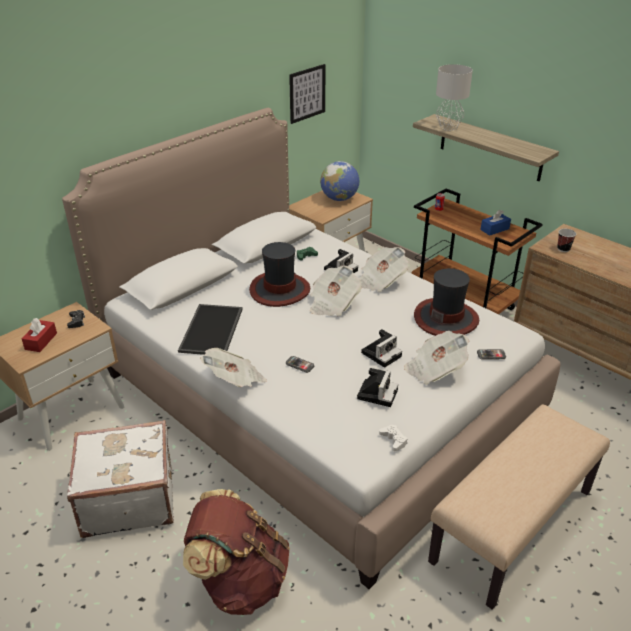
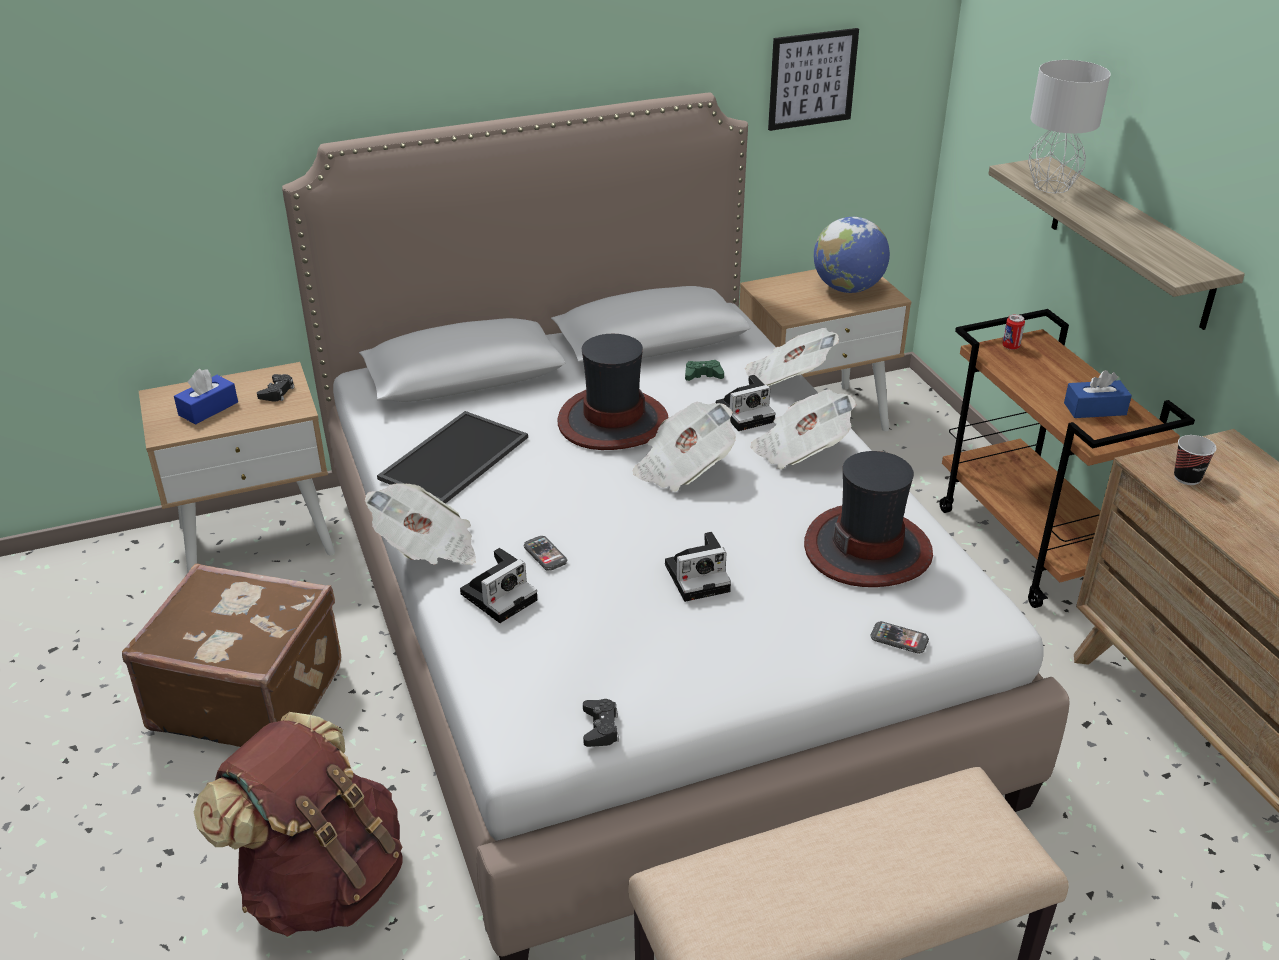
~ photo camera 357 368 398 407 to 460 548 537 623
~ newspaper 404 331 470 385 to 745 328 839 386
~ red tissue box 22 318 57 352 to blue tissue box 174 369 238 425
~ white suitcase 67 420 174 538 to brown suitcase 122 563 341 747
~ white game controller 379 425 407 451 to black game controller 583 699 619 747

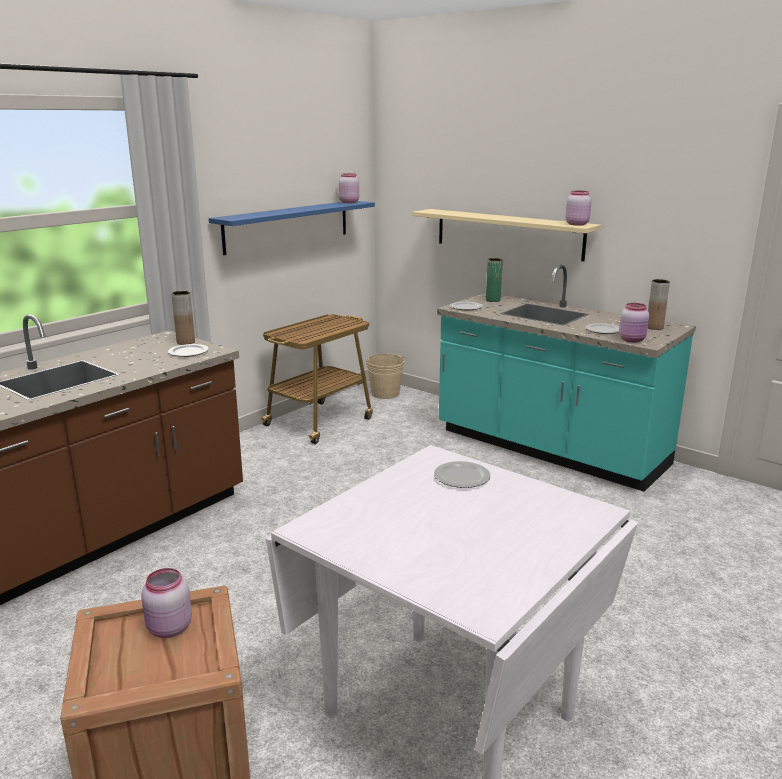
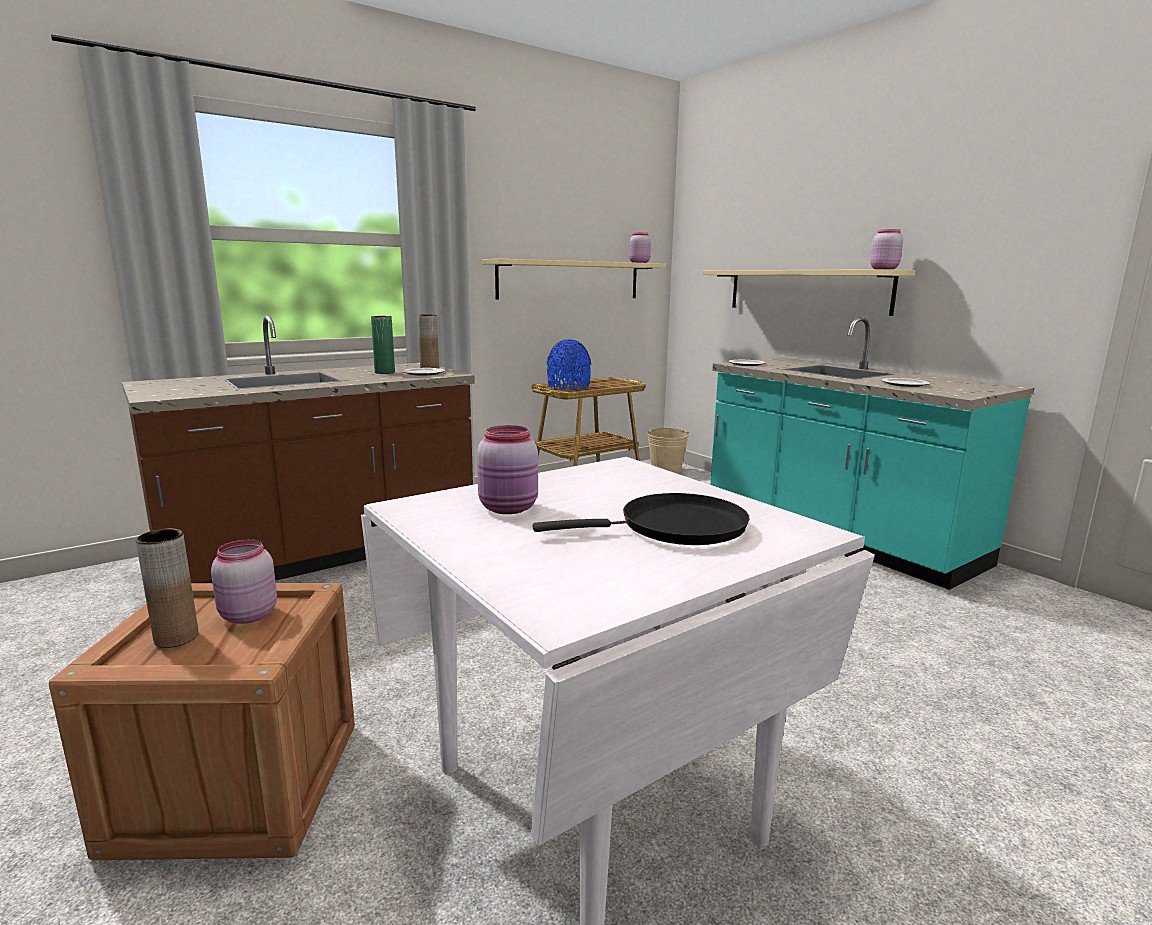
- plate 434 461 491 488
+ black frying pan 533 493 750 545
+ blue vase 546 339 591 390
~ green vase 486 258 503 302 to 371 316 395 374
~ pink jar 619 303 649 343 to 477 425 538 514
~ brown vase 648 279 670 330 to 136 529 199 648
~ blue shelf 209 201 375 255 to beige shelf 482 259 666 300

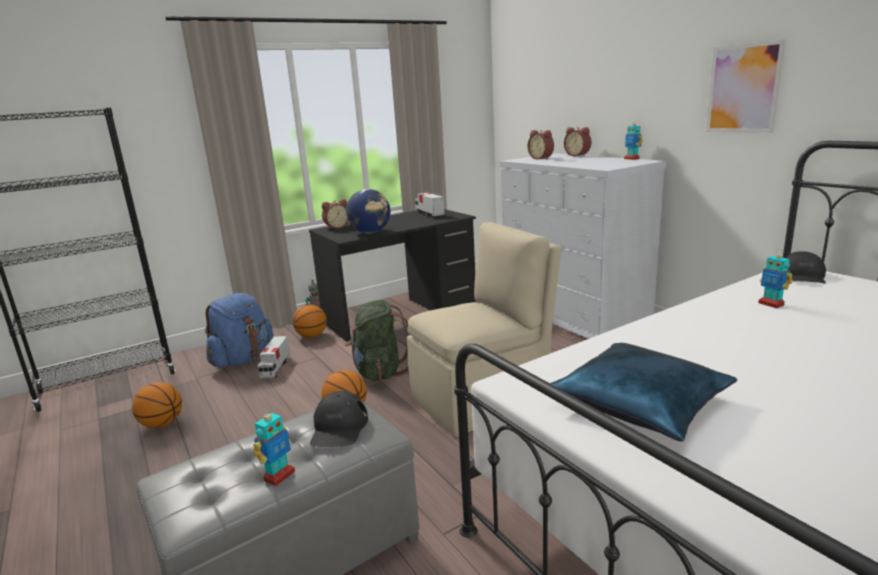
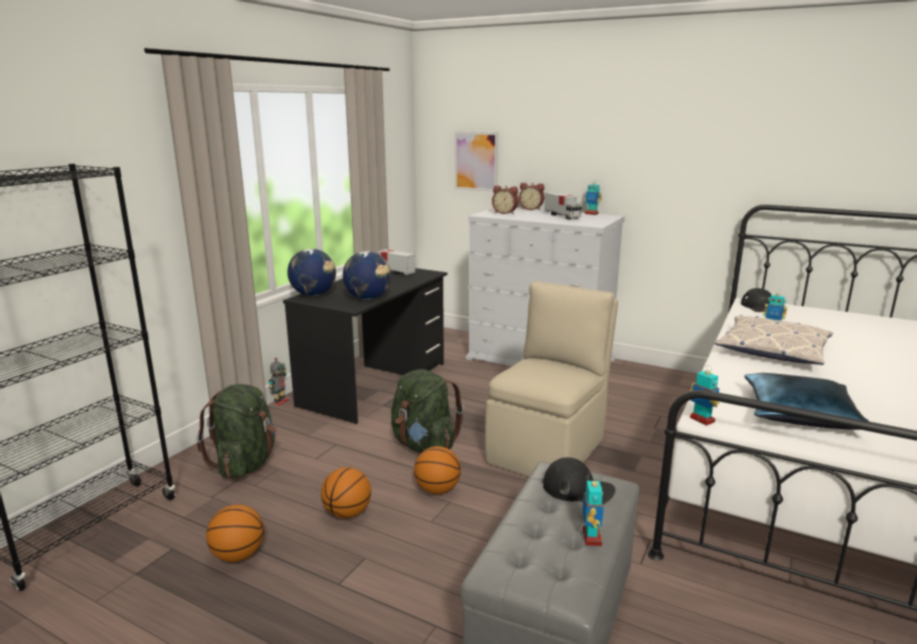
+ toy robot 690 365 719 426
+ pillow 714 315 833 365
~ toy truck 258 336 290 379 to 544 192 582 219
~ basketball 293 305 327 338 to 321 467 371 519
~ picture 706 39 786 133 to 454 131 498 192
~ alarm clock 322 199 348 230 to globe 287 249 336 296
~ blue backpack 205 293 274 367 to green backpack 196 384 277 478
~ black cap 310 391 368 447 = 543 458 615 504 45 degrees counterclockwise

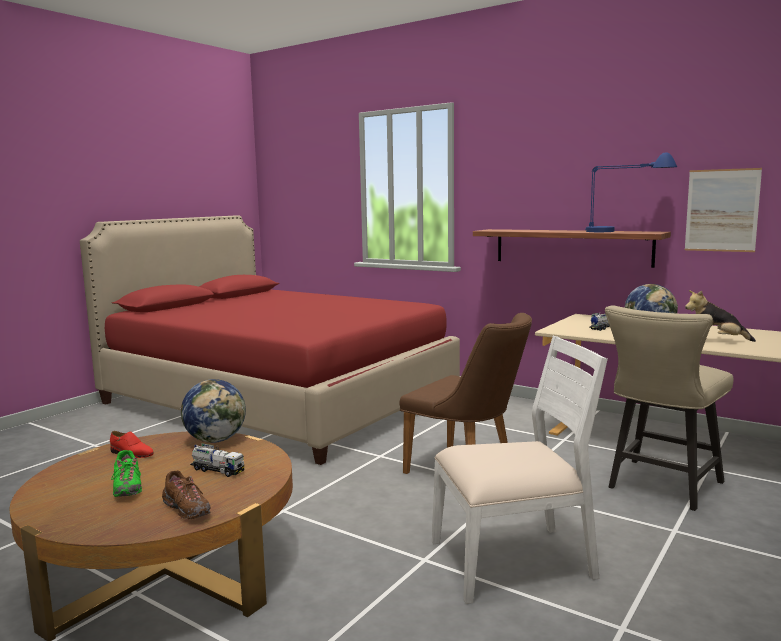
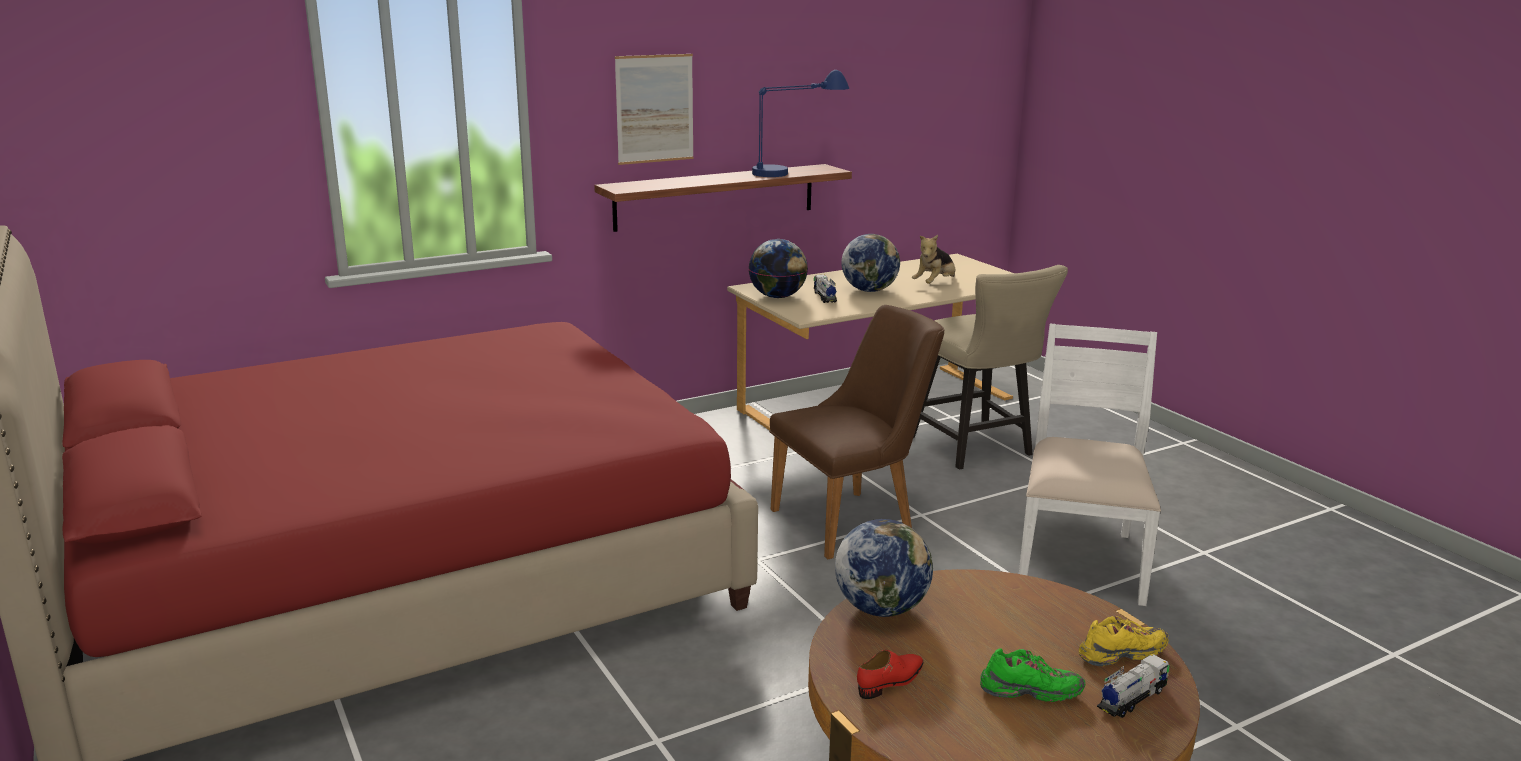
+ globe 748 239 808 298
~ toy truck 190 443 244 477 to 1097 654 1170 718
~ picture 685 168 762 252 to 615 54 694 165
~ brown shoe 162 470 211 519 to yellow shoe 1079 616 1169 666

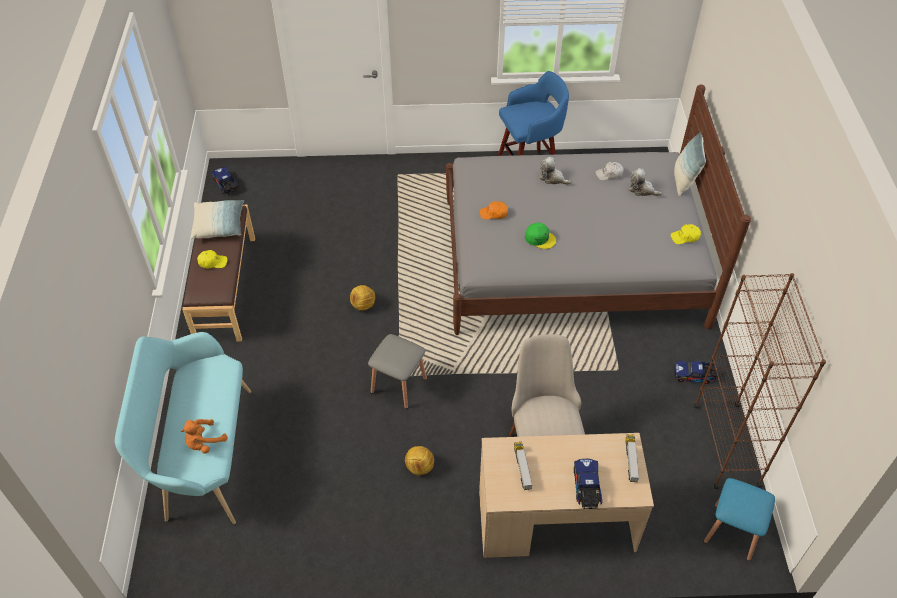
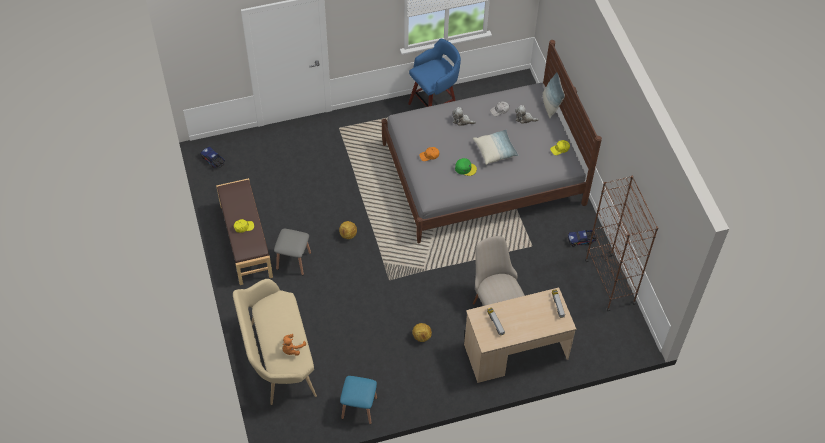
- toy truck 574 459 603 509
~ pillow 191 200 244 239 to 473 130 519 165
~ grey stool 368 334 427 409 to 274 229 311 275
~ blue stool 703 478 775 561 to 340 376 377 424
~ turquoise bench 115 332 251 524 to beige bench 233 279 317 405

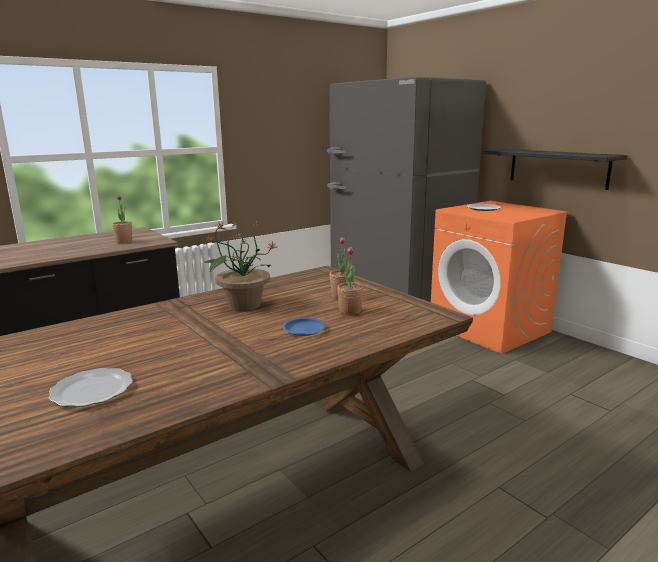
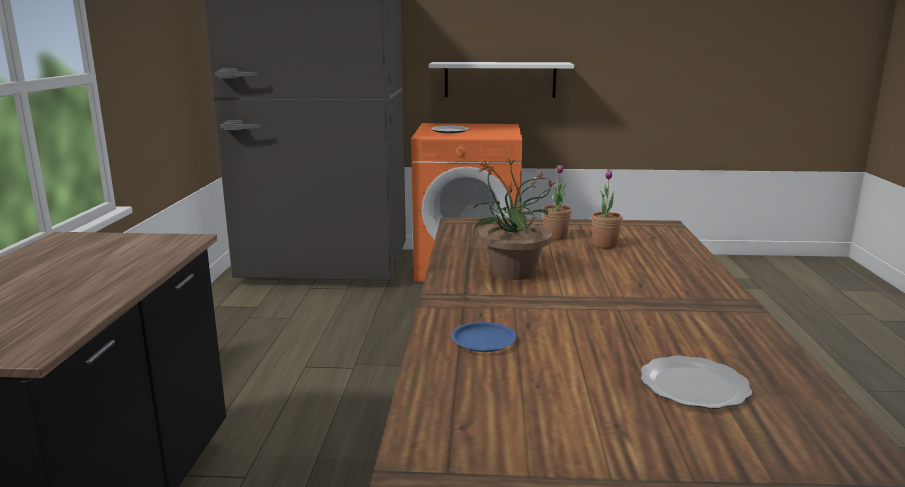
- potted plant 112 195 132 243
~ blue plate 283 318 326 336 to 451 322 517 352
~ black shelf 483 149 627 190 to white shelf 429 62 574 98

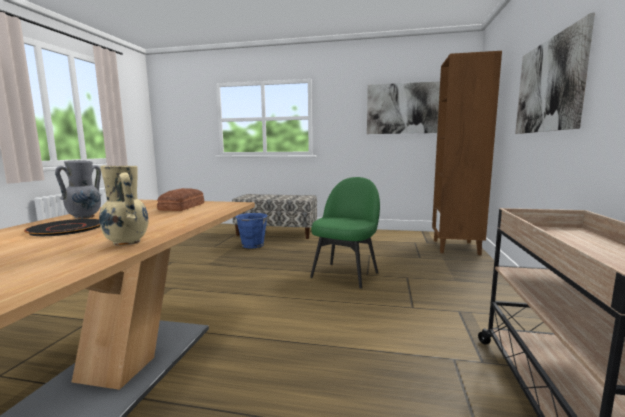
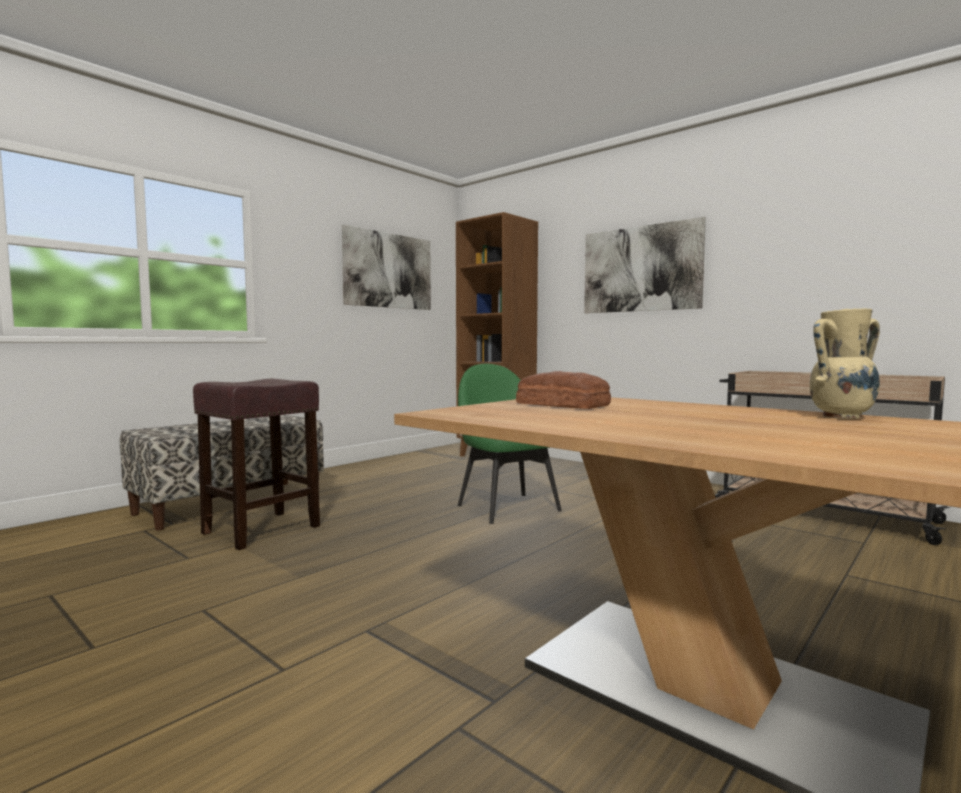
- black plate 24 218 100 236
- grey vase 55 160 102 219
~ blue bucket 234 213 268 248 to brown stool 193 379 320 550

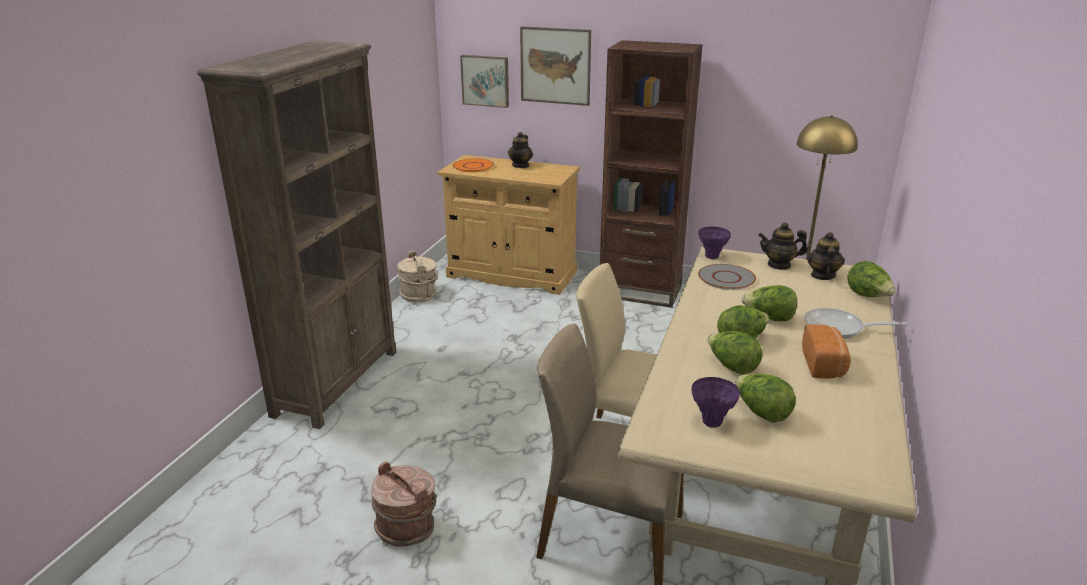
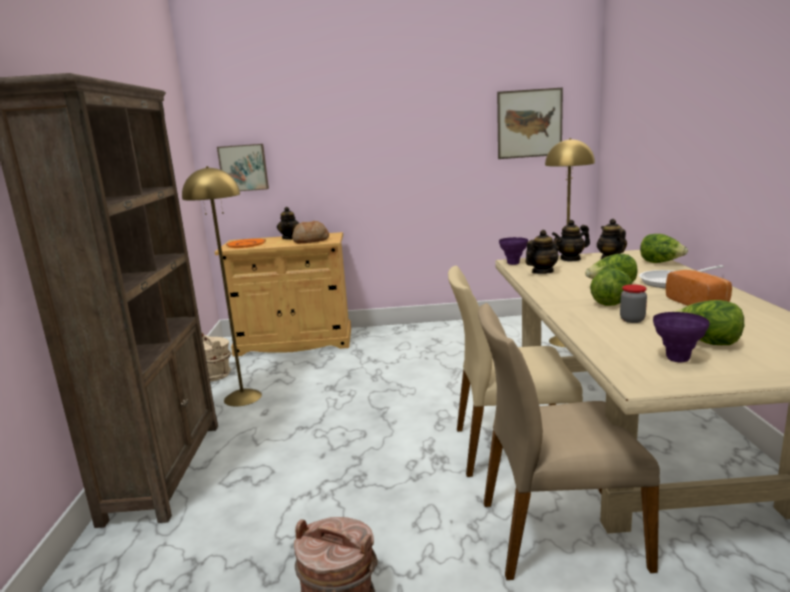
- brown bookcase 600 40 703 308
+ yellow floor lamp 182 166 262 406
+ bread 292 221 329 243
~ picture 520 26 591 106 to 497 88 563 159
~ grey plate 698 264 756 290 to teapot 525 230 560 274
~ lettuce 707 331 763 375 to jar 620 284 647 323

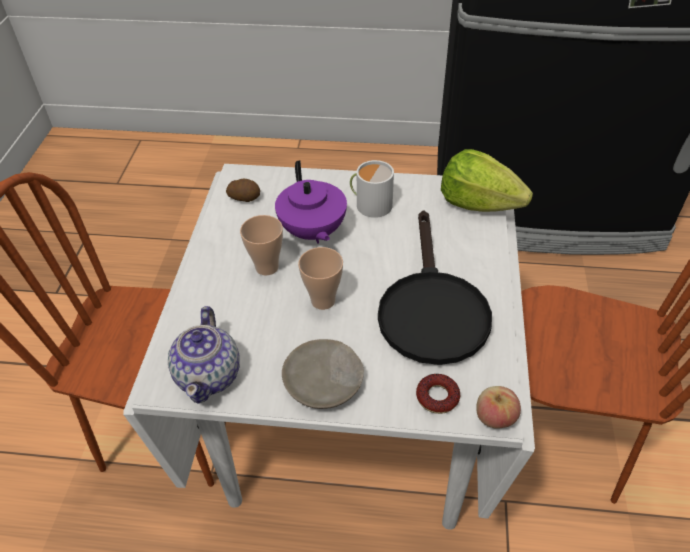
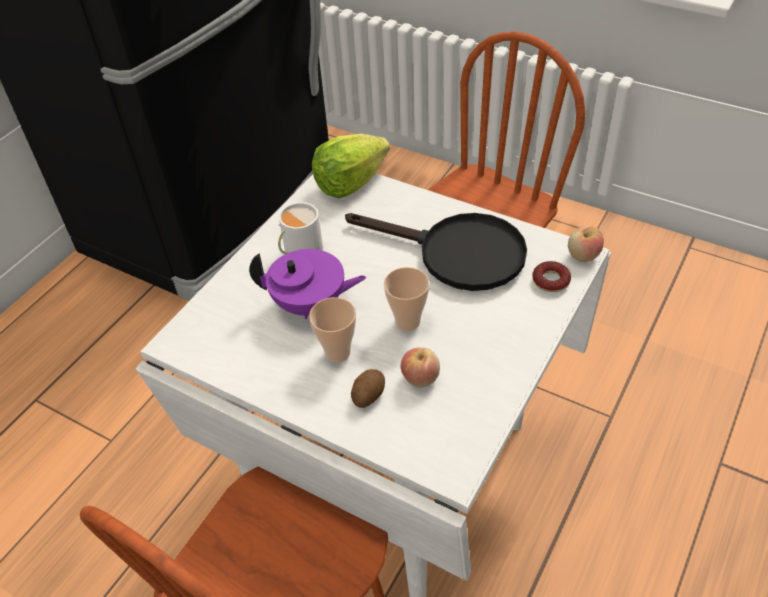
- teapot 168 306 240 404
- beige plate 282 339 364 409
+ apple 401 347 440 388
~ potato 226 179 260 202 to 351 369 385 408

